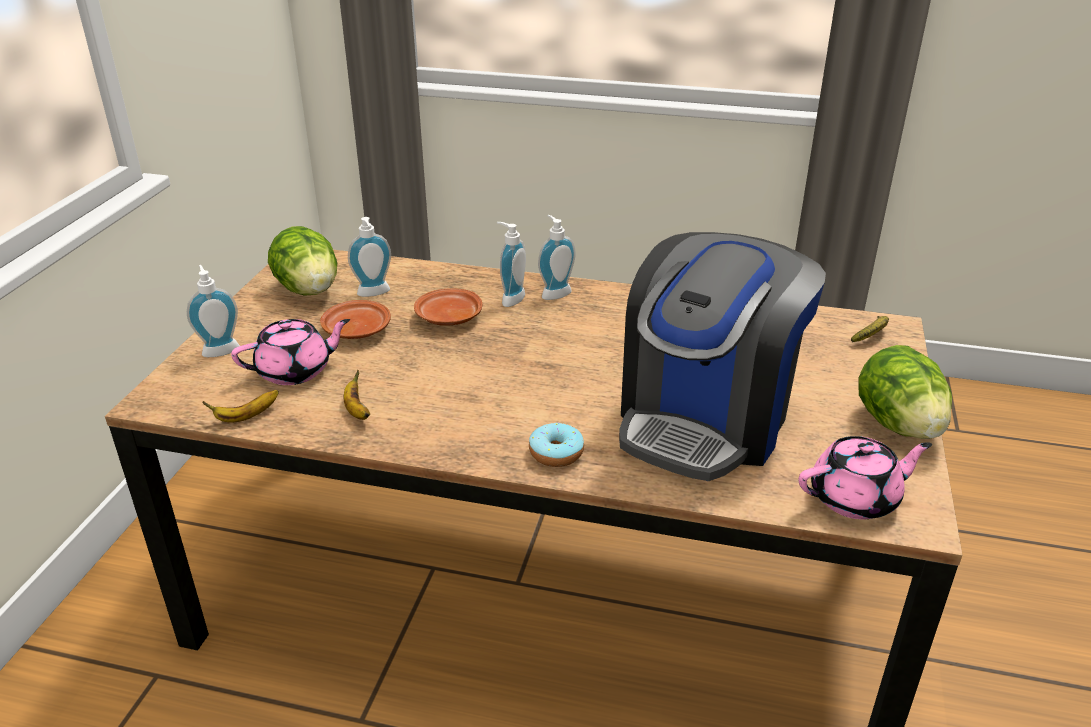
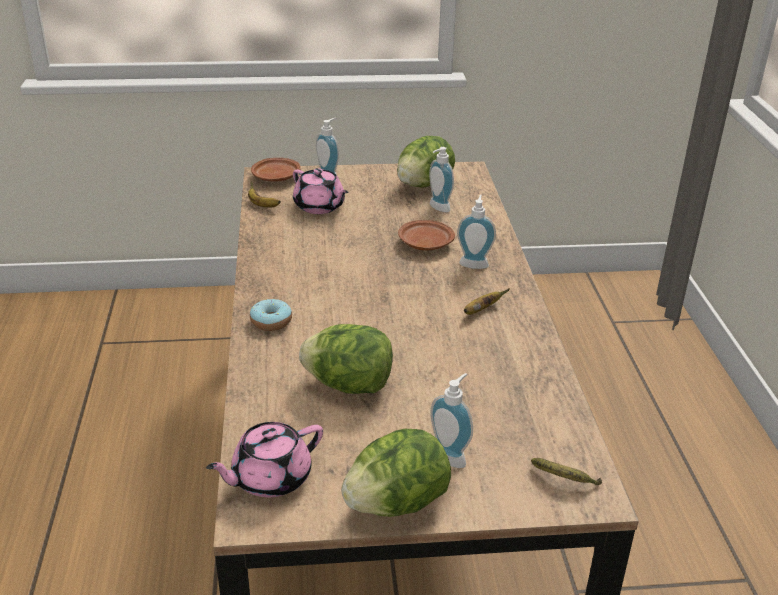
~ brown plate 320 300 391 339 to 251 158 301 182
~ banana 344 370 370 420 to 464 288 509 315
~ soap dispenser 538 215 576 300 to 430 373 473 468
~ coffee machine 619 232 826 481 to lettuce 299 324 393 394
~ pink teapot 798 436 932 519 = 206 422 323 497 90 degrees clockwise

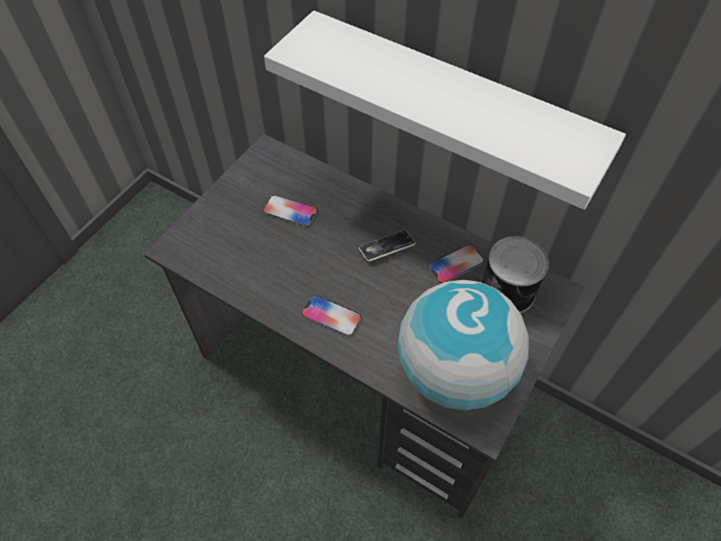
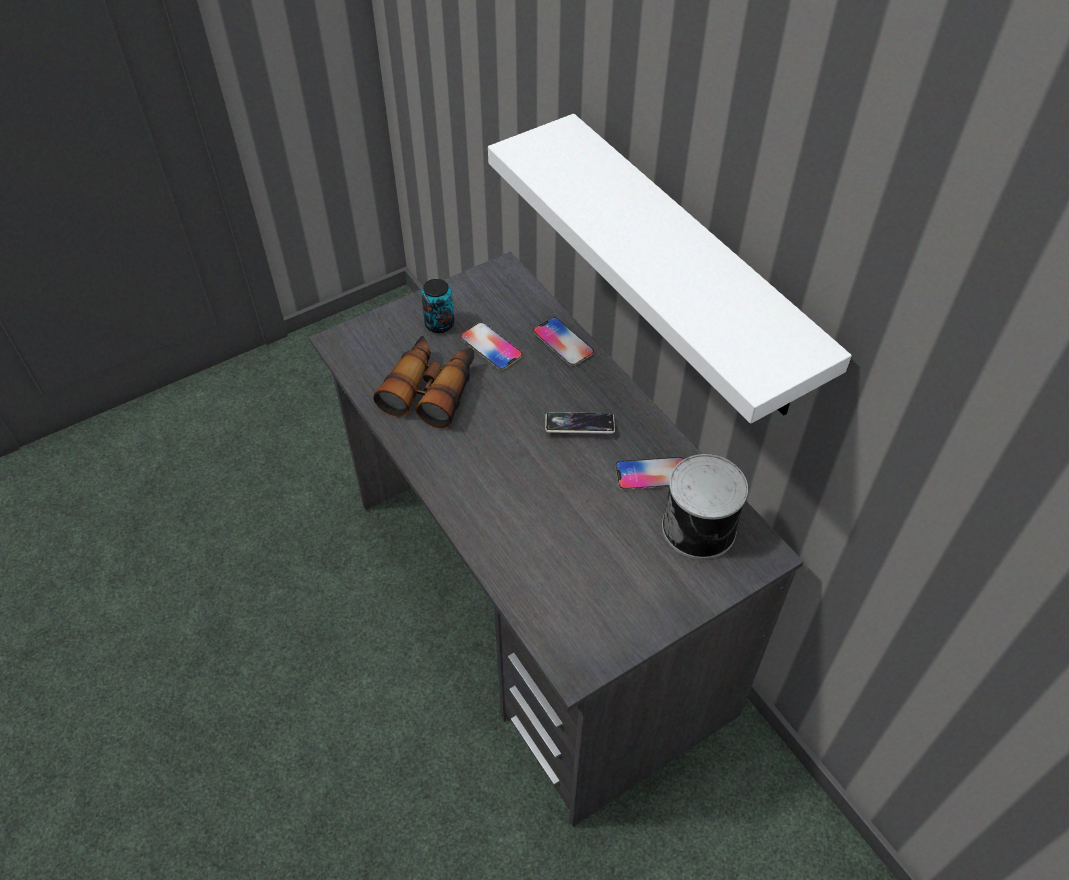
- globe 398 280 529 411
+ binoculars 373 335 474 428
+ can 421 279 454 333
~ phone 302 295 361 336 to 533 317 594 366

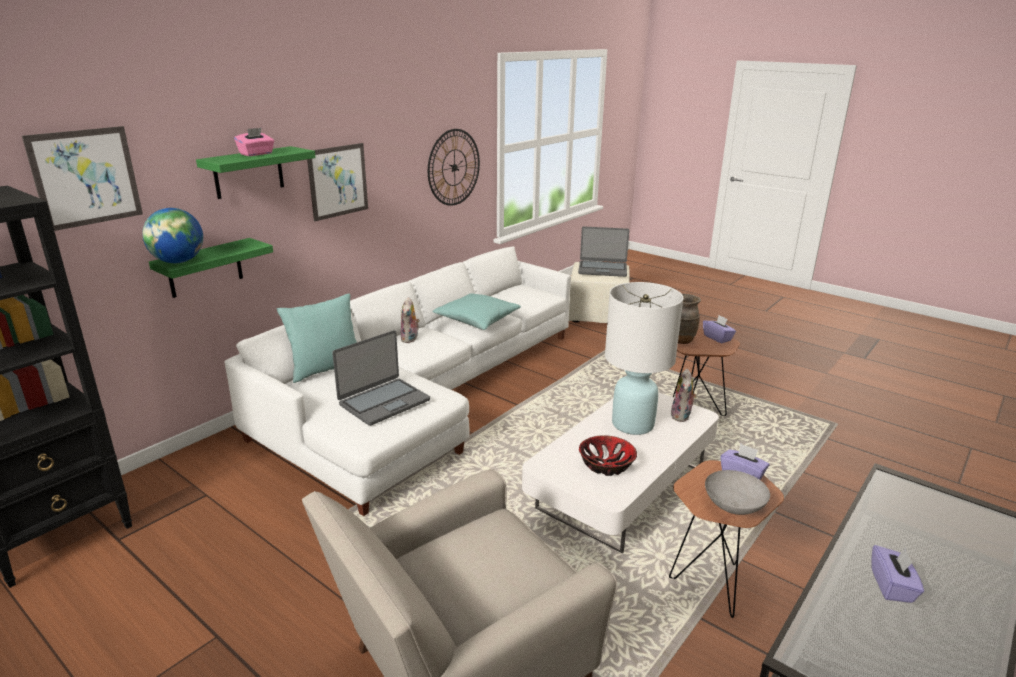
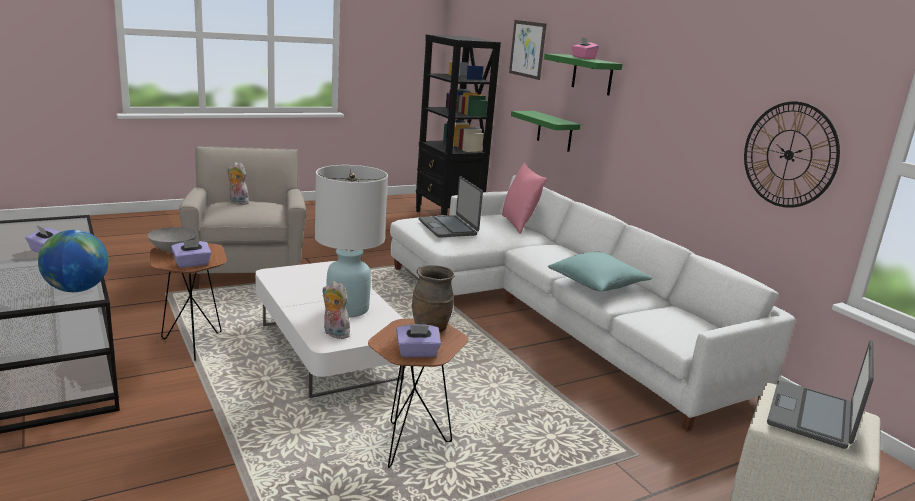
- picture 307 143 368 221
- bowl 579 436 637 476
~ globe 142 208 203 263 to 38 230 109 292
~ plush toy 401 297 420 343 to 227 162 249 205
~ turquoise pillow 277 293 357 383 to pink pillow 502 163 547 234

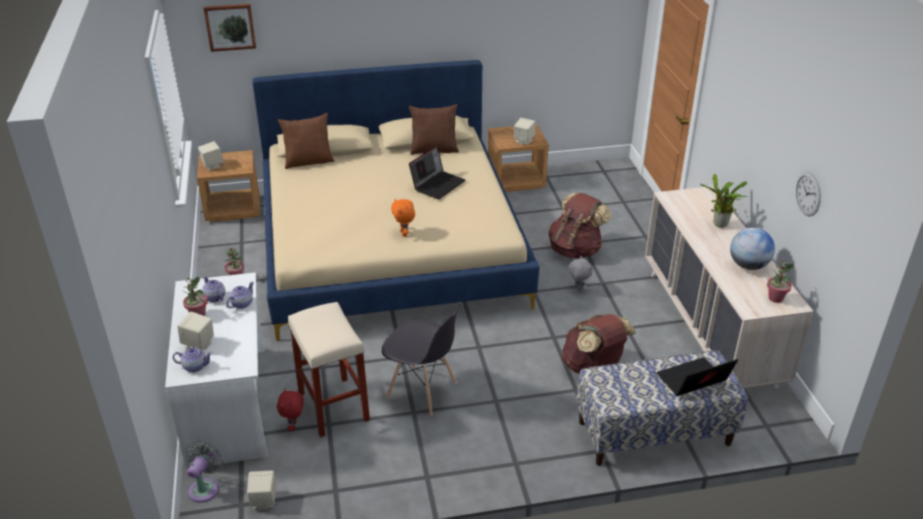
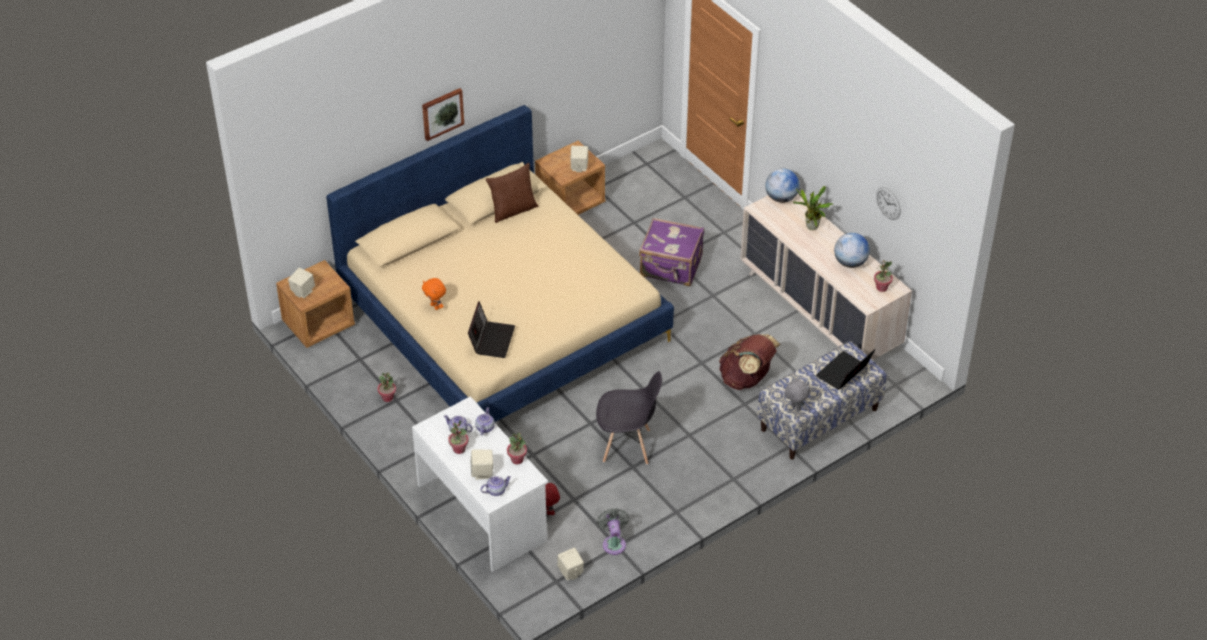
- brown pillow 278 113 334 169
- beige stool 288 302 370 437
+ potted plant 507 432 527 464
+ globe 765 169 800 203
~ grey fan 186 441 224 503 to 597 508 629 555
~ picture 203 4 256 52 to 422 88 464 141
~ orange plush toy 391 199 415 237 to 422 278 446 310
~ laptop 409 146 465 199 to 468 301 515 358
~ grey plush toy 568 256 593 293 to 785 377 810 411
~ brown backpack 548 192 611 258 to purple suitcase 639 218 704 286

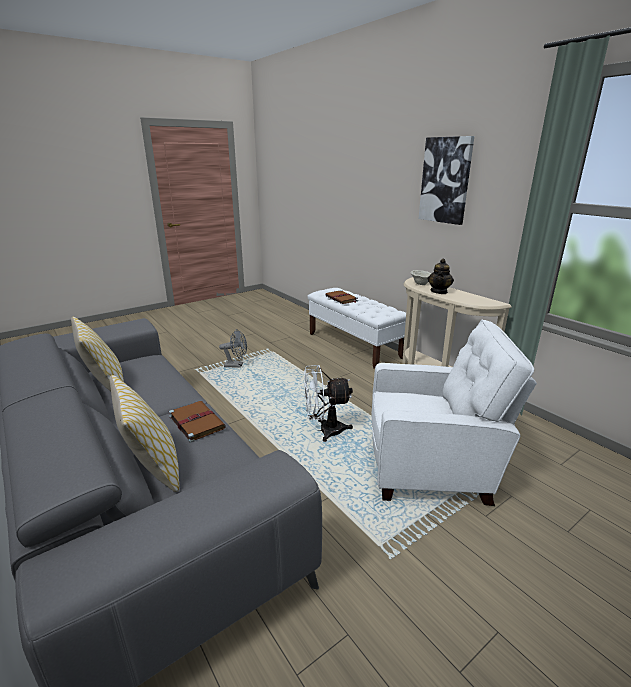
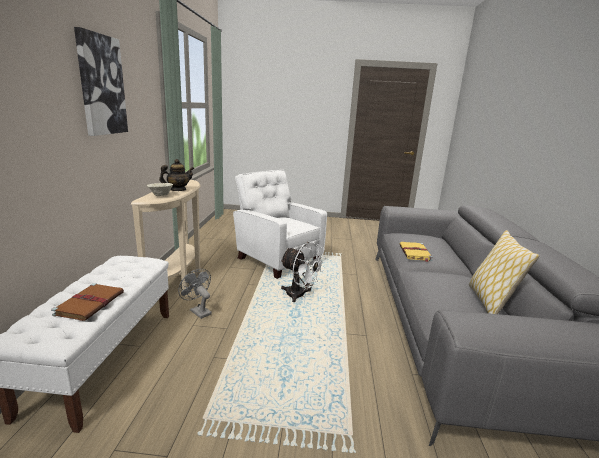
- pillow 109 375 179 492
~ grey fan 219 329 247 368 to 178 269 212 319
~ brown book 169 401 226 443 to yellow book 399 242 433 262

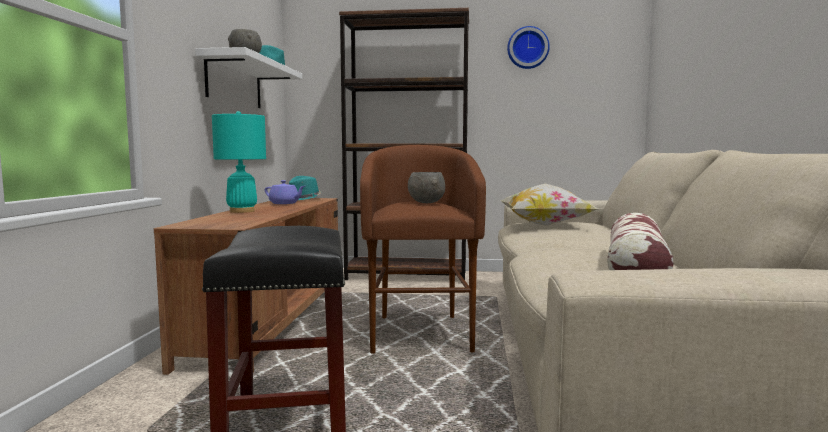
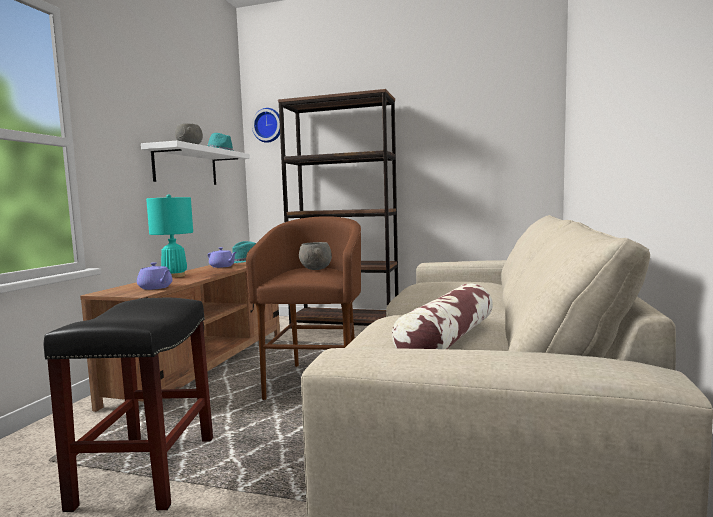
- pillow 502 183 598 225
+ purple teapot 137 262 172 290
~ wall clock 507 26 550 69 to 252 108 280 143

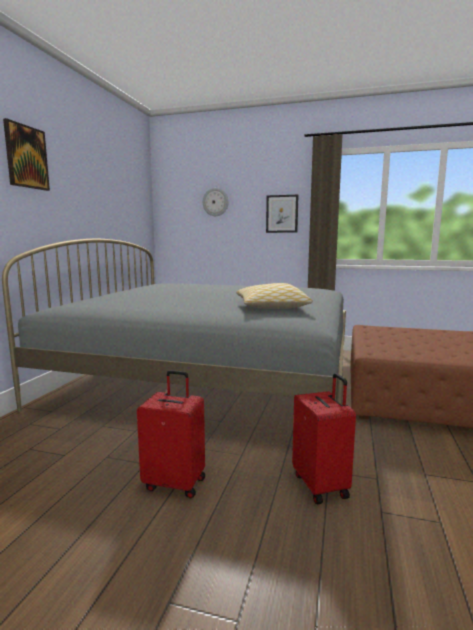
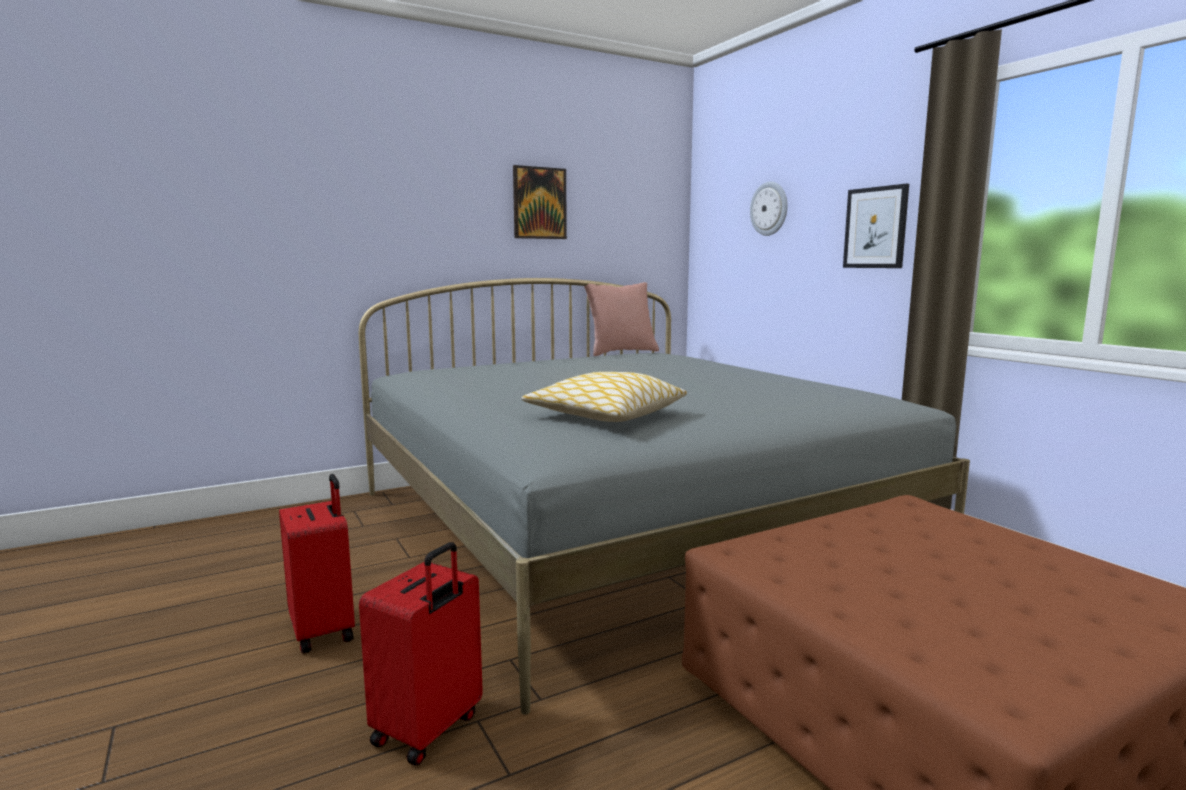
+ pink pillow 584 282 659 356
~ picture 3 118 50 191 to 513 165 567 239

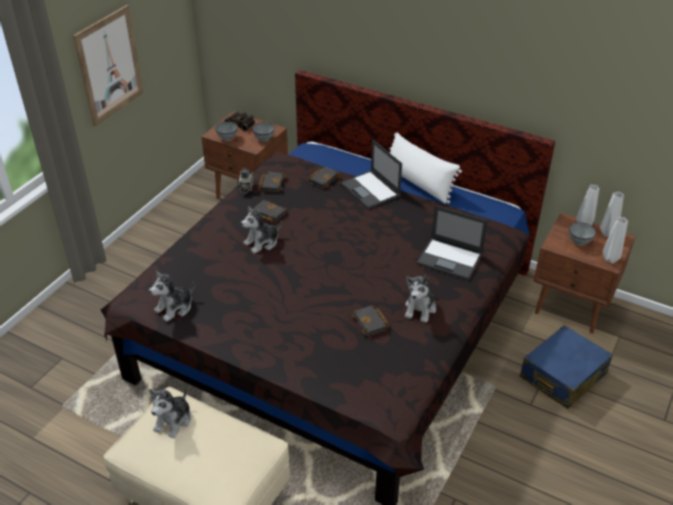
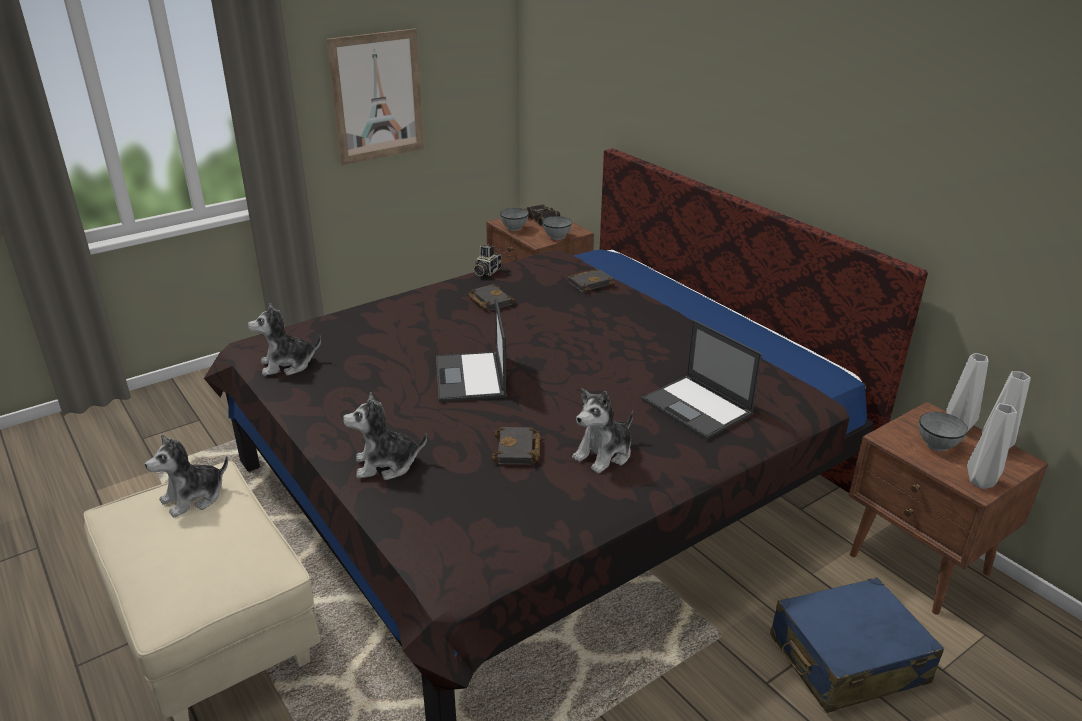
- black book 258 172 286 192
- white pillow 390 132 462 204
~ plush toy 241 206 282 254 to 343 392 427 480
~ laptop 340 139 402 209 to 436 297 507 402

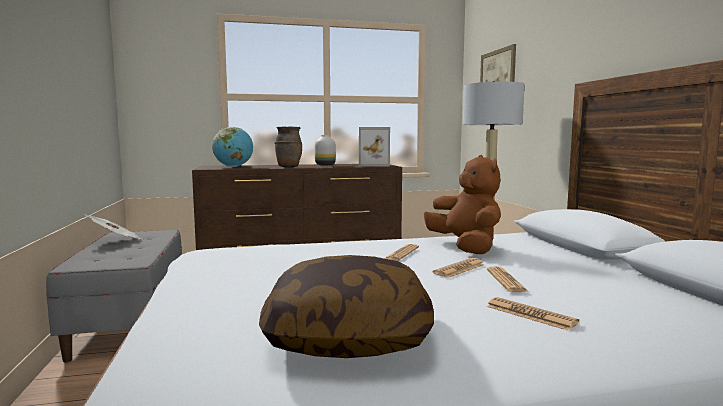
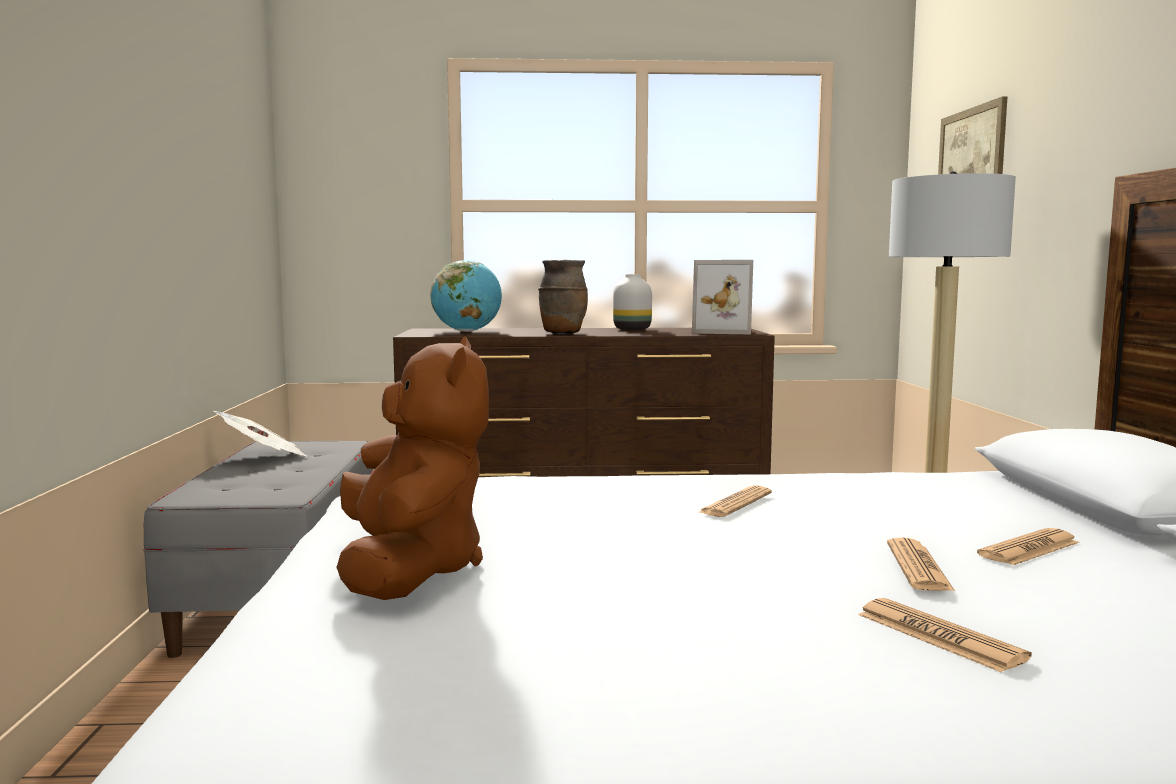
- pillow 259 255 434 358
~ brown plush toy 424 155 501 254 to 336 336 489 600
~ newspaper 433 258 485 277 to 977 528 1080 565

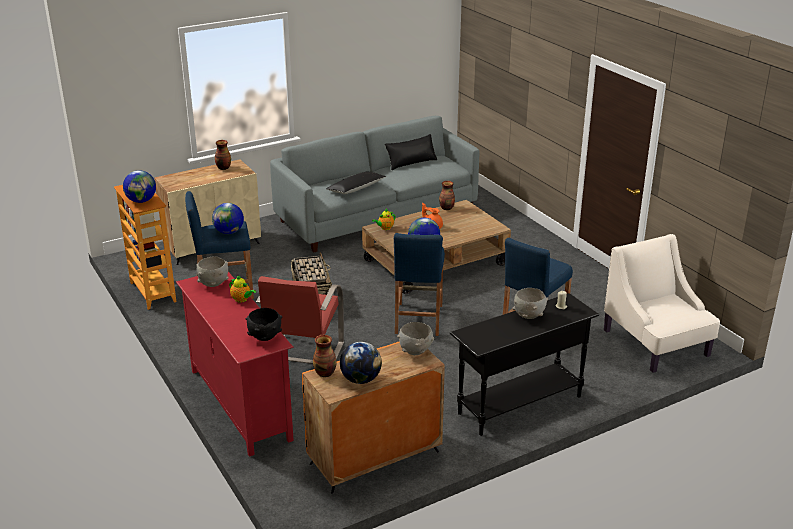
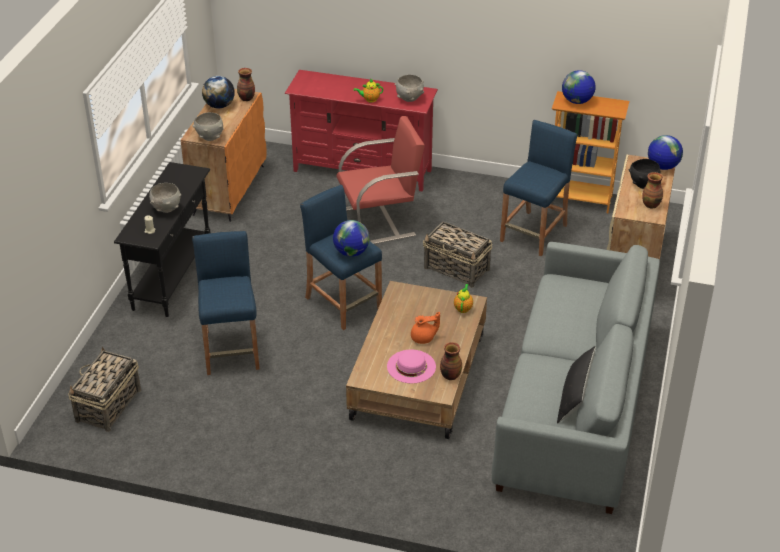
- black pillow 326 171 386 194
+ pink hat 387 350 436 383
~ globe 212 203 244 234 to 648 135 683 170
~ black bowl 246 308 282 341 to 629 159 660 189
~ beige armchair 604 234 720 373 to basket 68 347 141 432
~ red armchair 256 276 344 364 = 337 116 425 244 105 degrees clockwise

